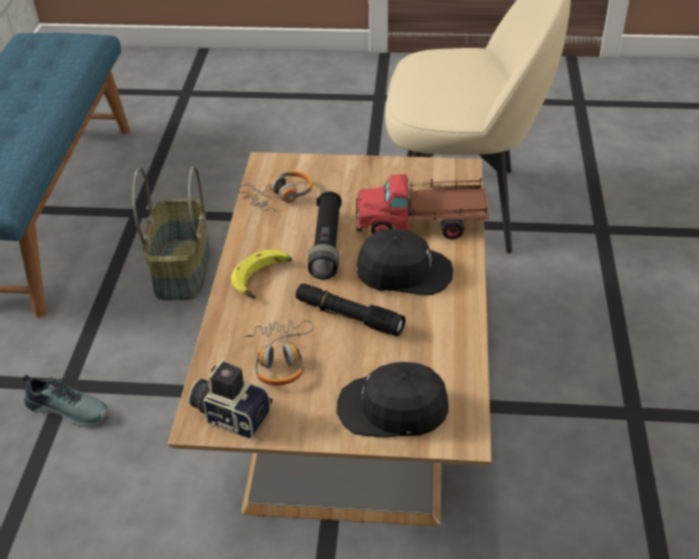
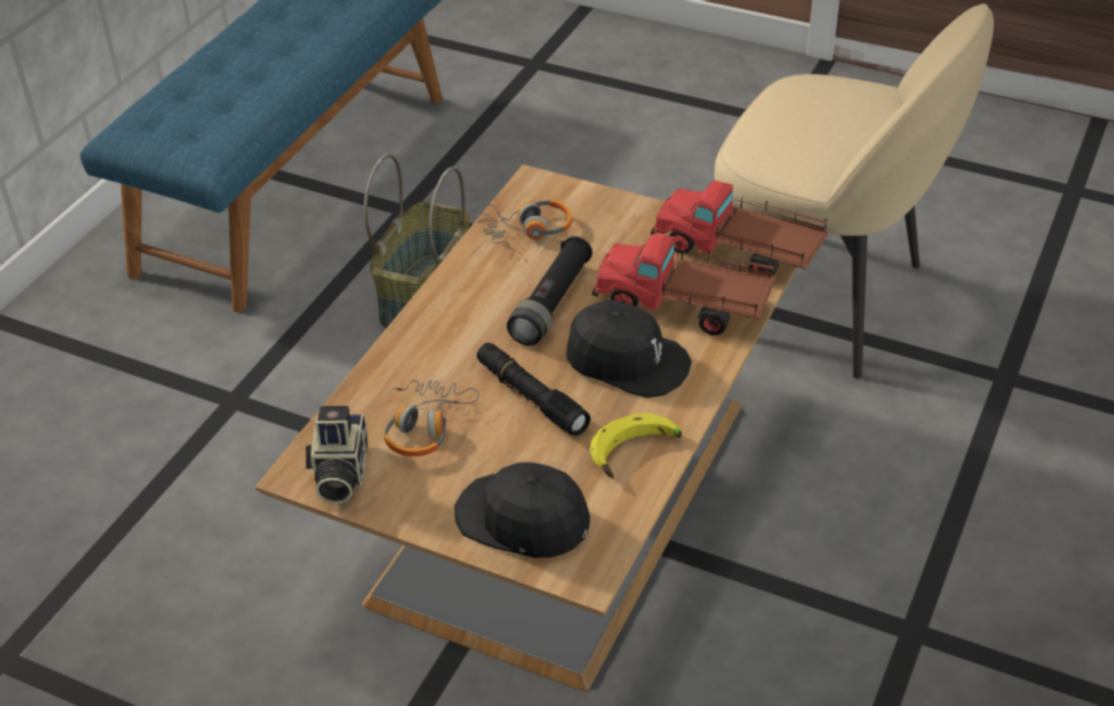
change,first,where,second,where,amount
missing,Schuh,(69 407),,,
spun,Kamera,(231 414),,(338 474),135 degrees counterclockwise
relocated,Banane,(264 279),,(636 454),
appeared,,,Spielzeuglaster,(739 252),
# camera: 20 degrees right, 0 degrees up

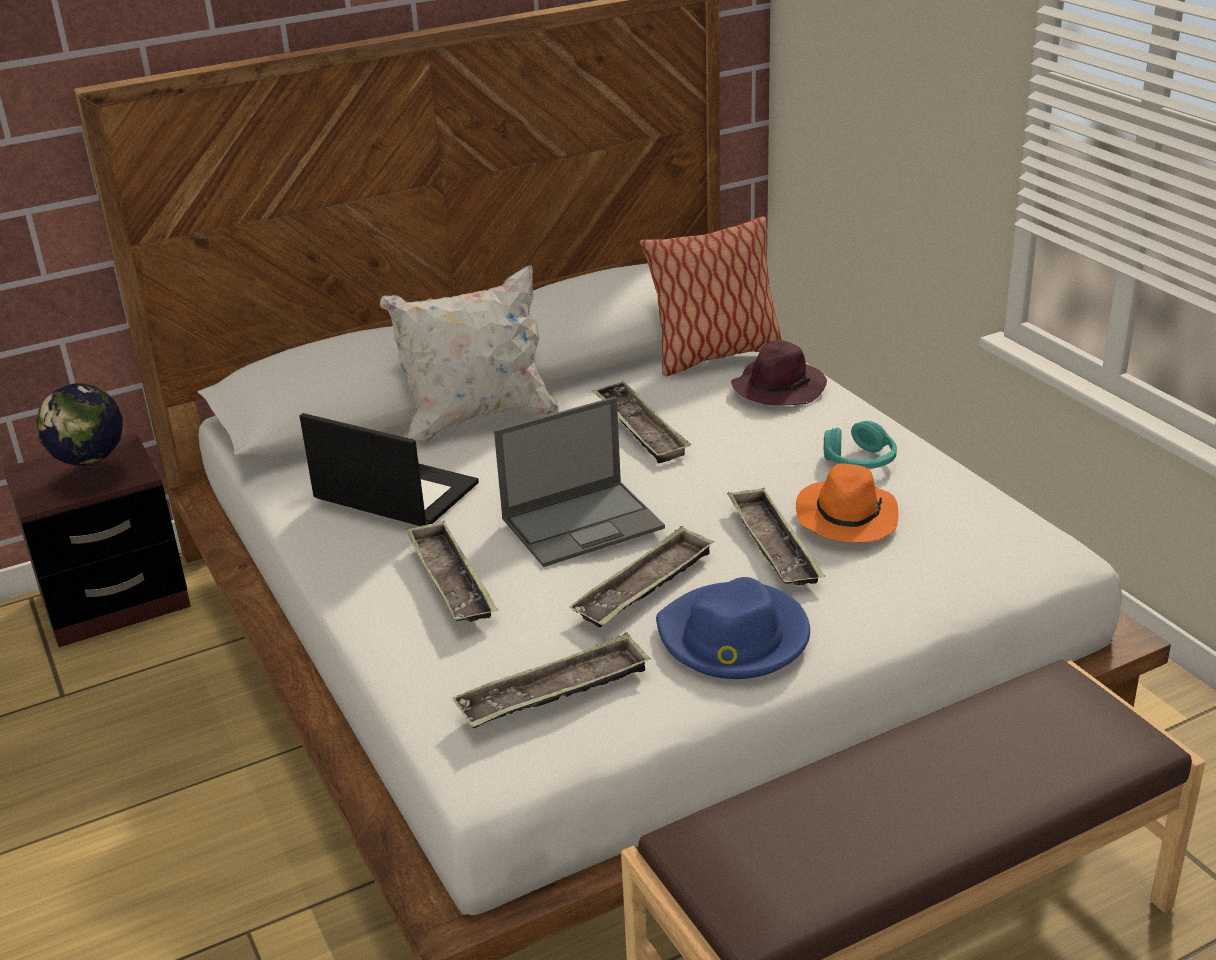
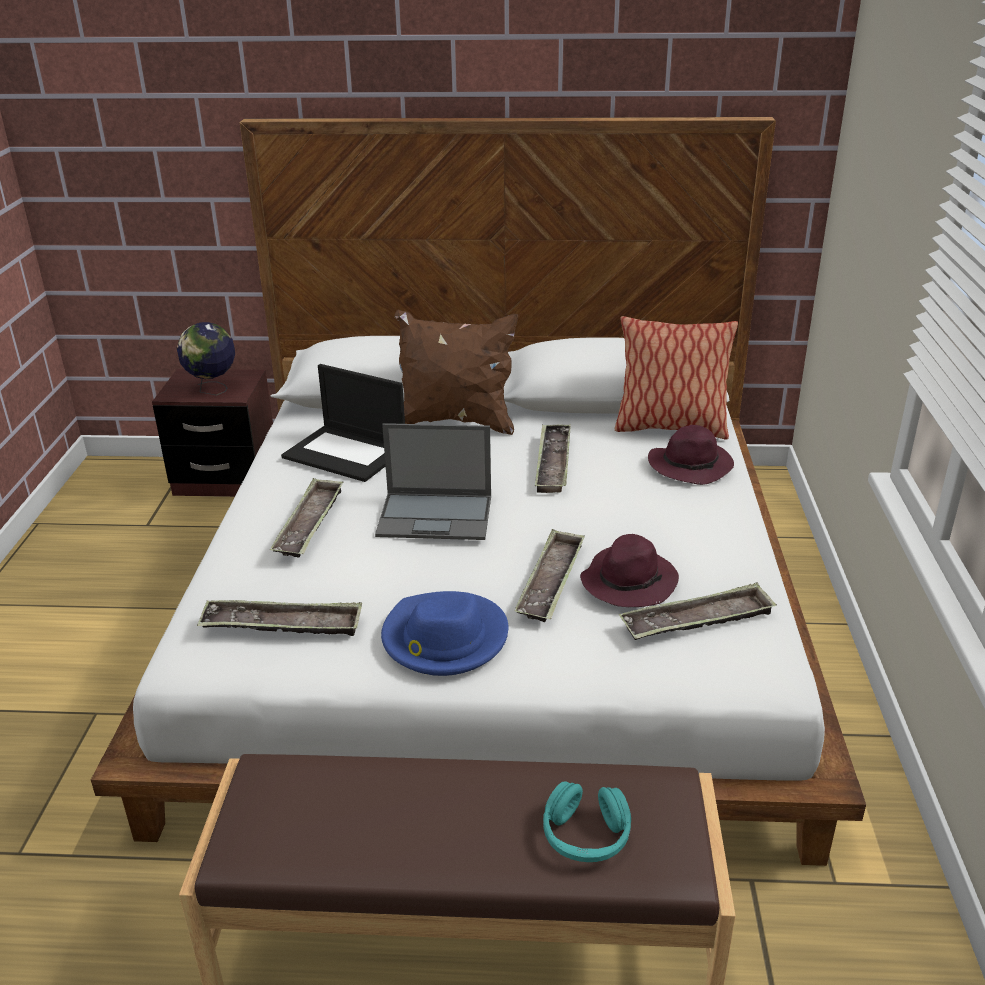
change,first,where,second,where,amount
spun,Laptop,(393 492),,(347 453),150 degrees clockwise
colour,Kissen (weiß),(477 419),Kissen (braun),(456 422),
relocated,Tablett,(644 586),,(697 620),
colour,Hut (orange),(846 517),Hut (lila),(629 581),
relocated,Kopfhörer (türkis),(860 461),,(586 836),
# camera: 30 degrees right, 0 degrees up

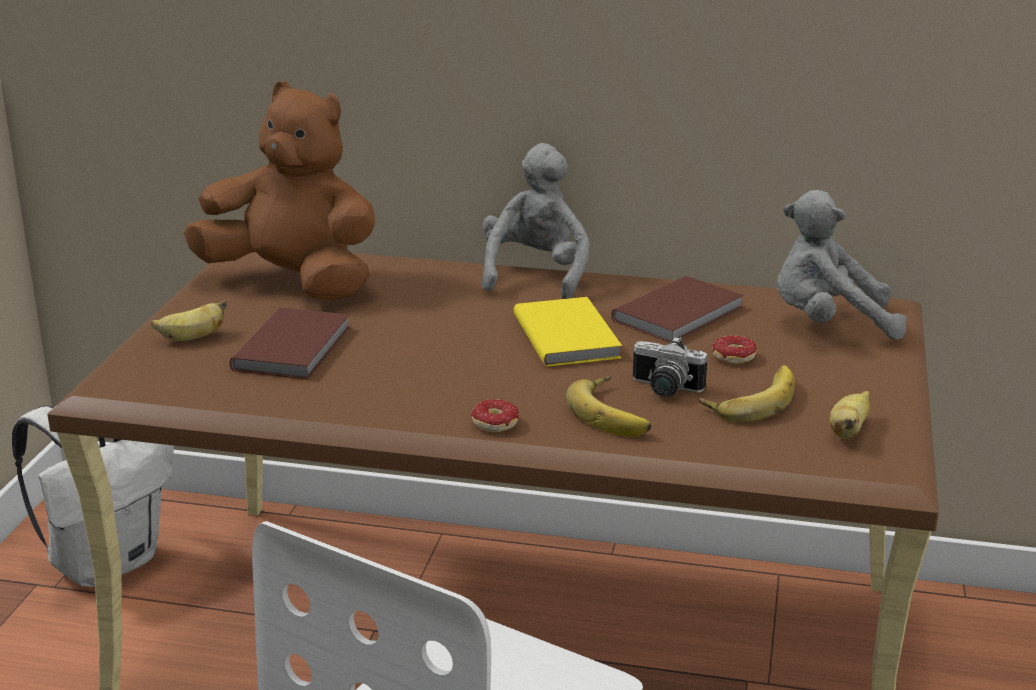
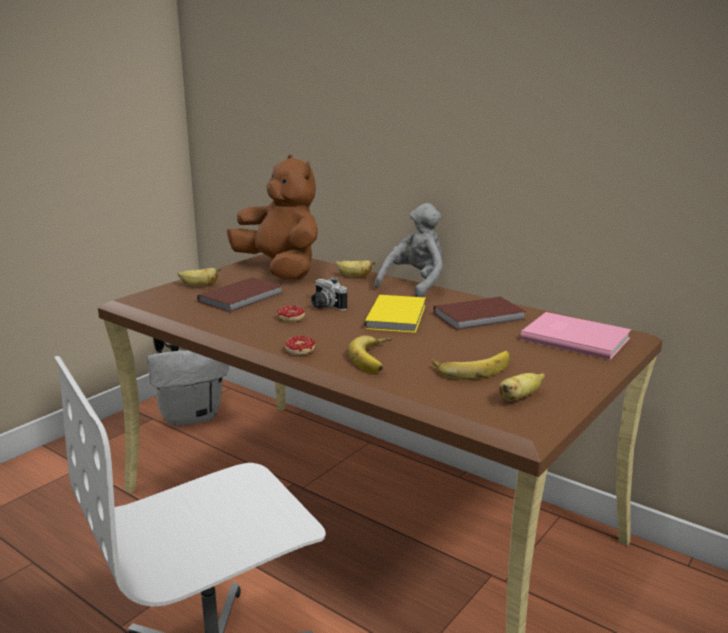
change,first,where,second,where,amount
relocated,Kamera,(664 390),,(324 306),
relocated,Donut,(736 361),,(289 320),
exchanged,Plüschtier (grau),(829 324),Buch (rosa),(574 338),
appeared,,,Banane,(354 276),
# camera: 25 degrees right, 5 degrees down

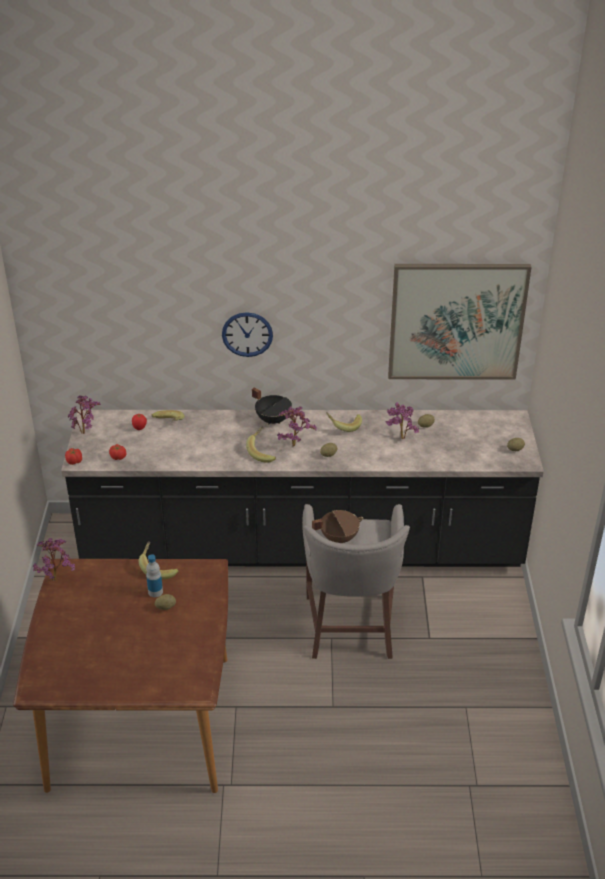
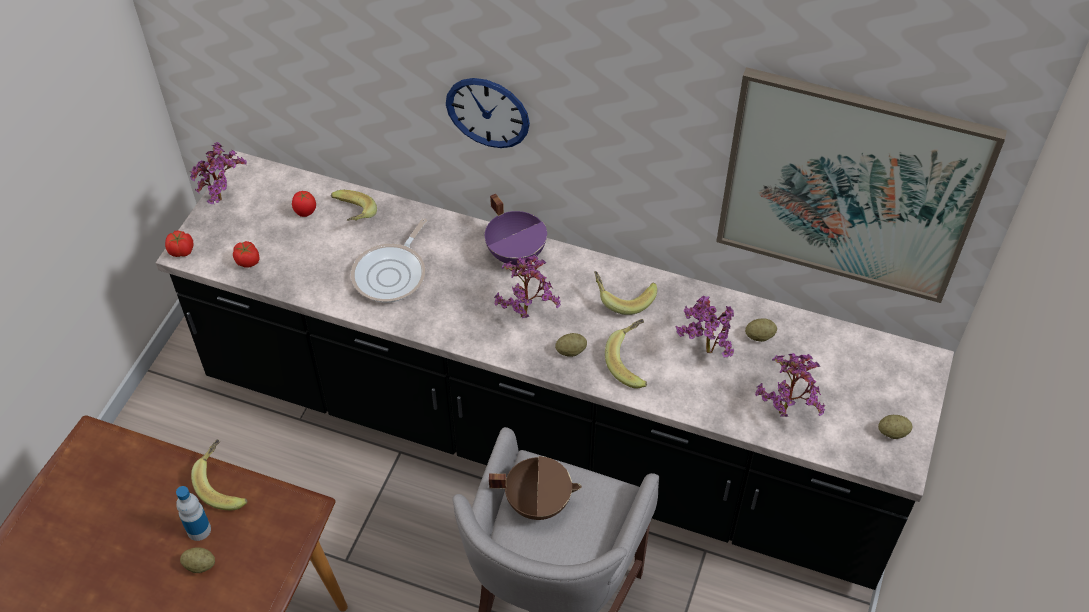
change,first,where,second,where,amount
relocated,Topfpflanze,(57 578),,(786 409),
relocated,Banane,(263 452),,(632 362),
colour,Kochtopf (schwarz),(273 420),Kochtopf (lila),(517 253),
appeared,,,Pfanne,(392 274),
# camera: 20 degrees right, 15 degrees up

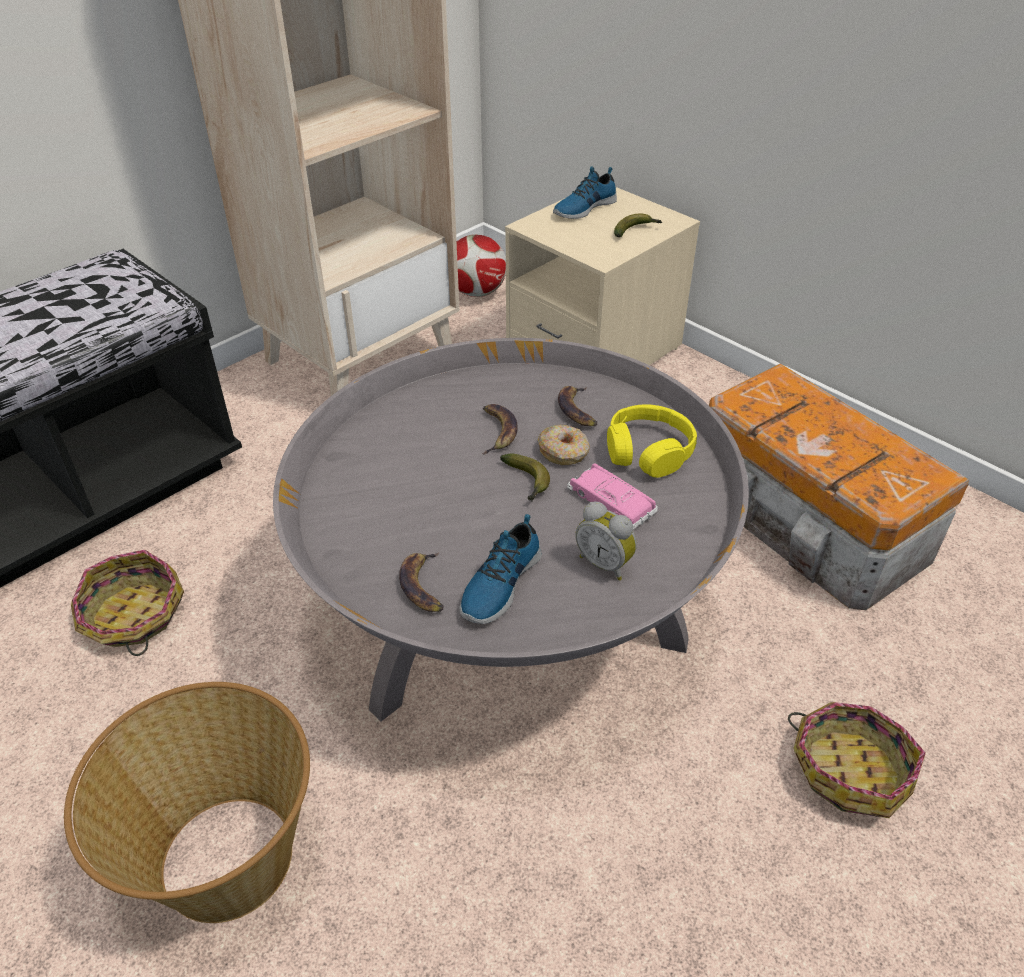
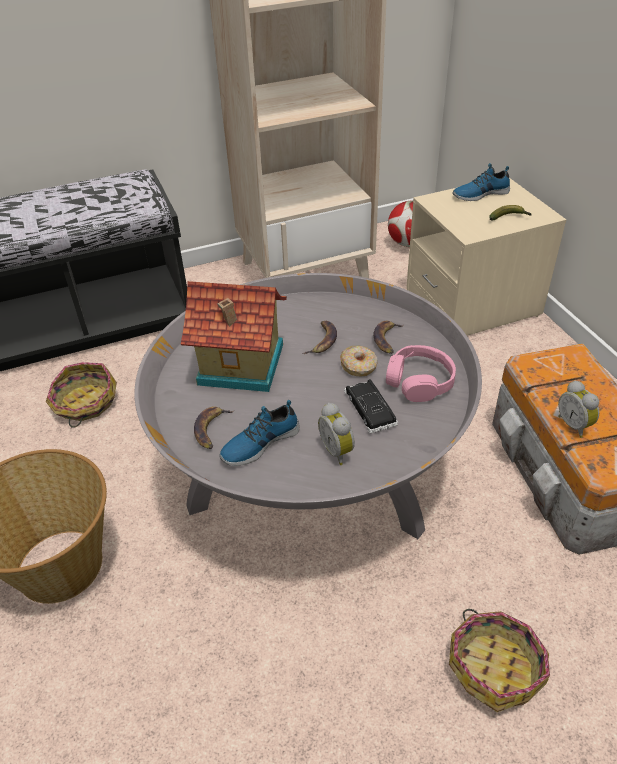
change,first,where,second,where,amount
missing,Banane,(527 483),,,
colour,Spielzeugauto (rosa),(611 501),Spielzeugauto (schwarz),(370 409),
colour,Kopfhörer (gelb),(648 451),Kopfhörer (rosa),(419 381),
appeared,,,Spielzeughaus,(241 366),
appeared,,,Wecker,(574 425),
# camera: 25 degrees right, 0 degrees up

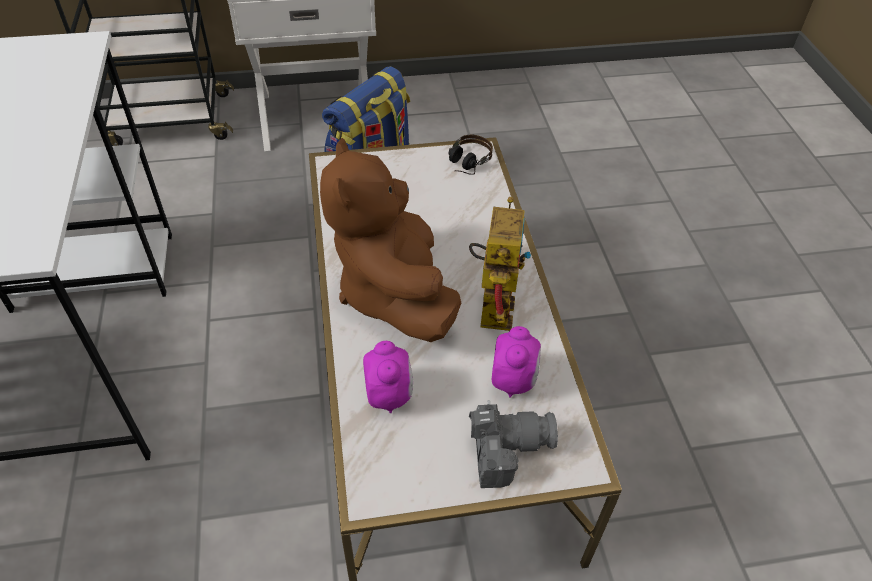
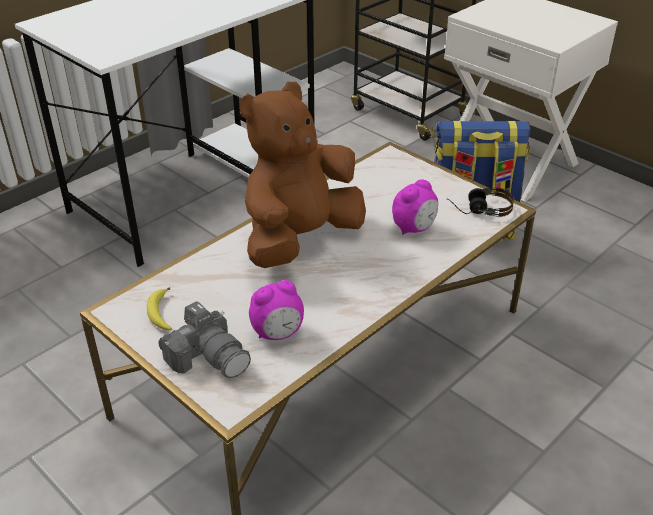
change,first,where,second,where,amount
relocated,Wecker,(389 395),,(414 228),
missing,Spielzeugroboter,(493 303),,,
appeared,,,Banane,(161 314),
# camera: 55 degrees right, 10 degrees down

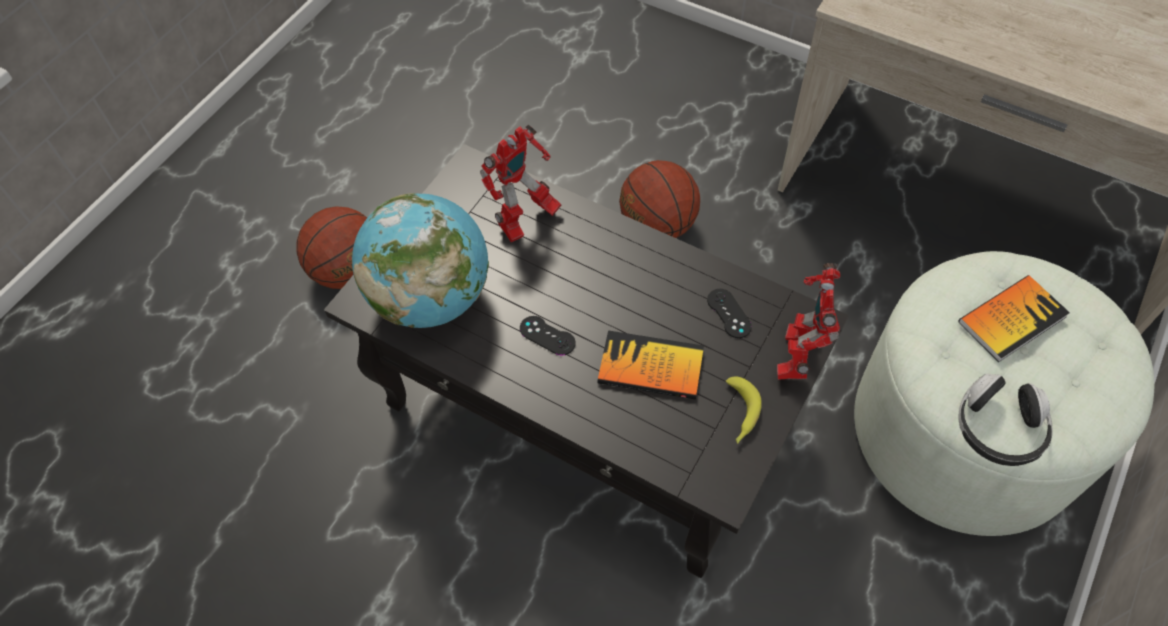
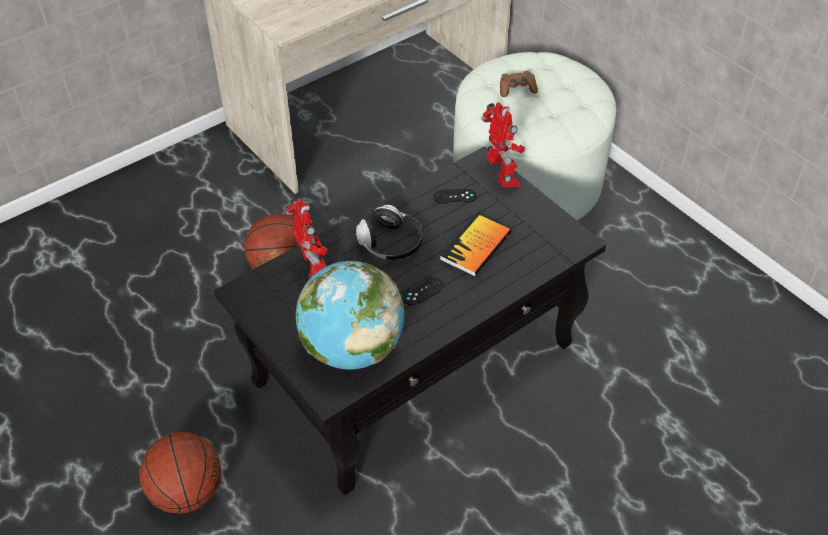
change,first,where,second,where,amount
missing,Banane,(739 414),,,
spun,Spielzeugroboter,(797 355),,(501 177),150 degrees counterclockwise
relocated,Kopfhörer,(998 429),,(391 243),
exchanged,Buch,(1012 319),Gamepad (braun),(517 89),
# camera: 70 degrees left, 10 degrees down

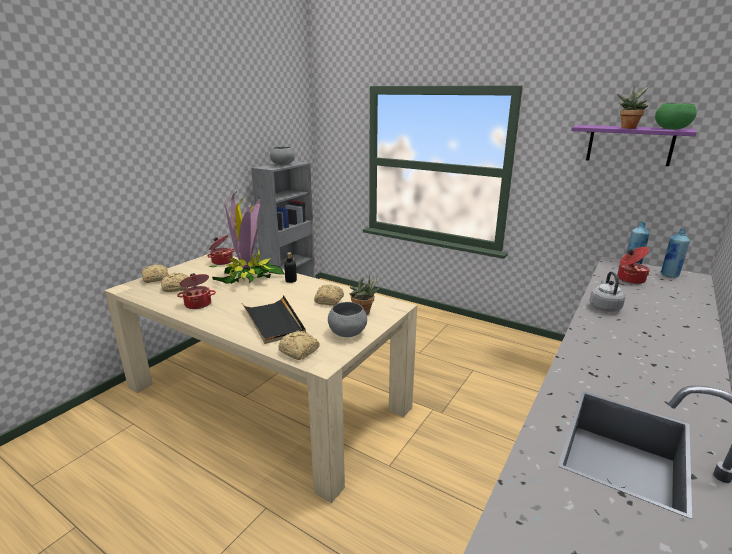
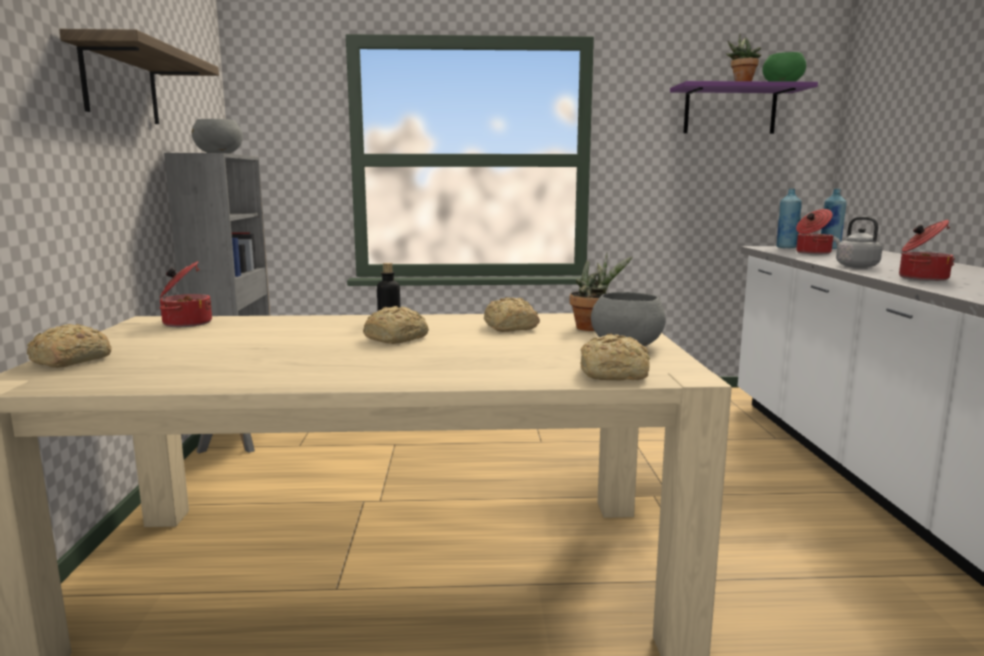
change,first,where,second,where,amount
relocated,Brot,(177 288),,(397 338),
relocated,Kochtopf,(198 304),,(921 278),
missing,Topfpflanze,(248 278),,,
missing,Tablett (schwarz),(274 322),,,
appeared,,,Wandregal,(120 84),
# camera: 35 degrees left, 10 degrees down

